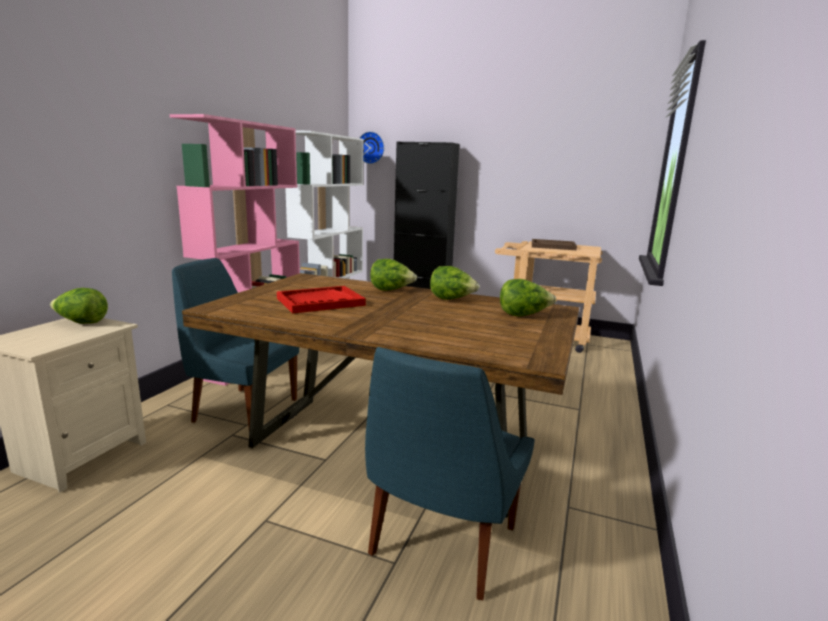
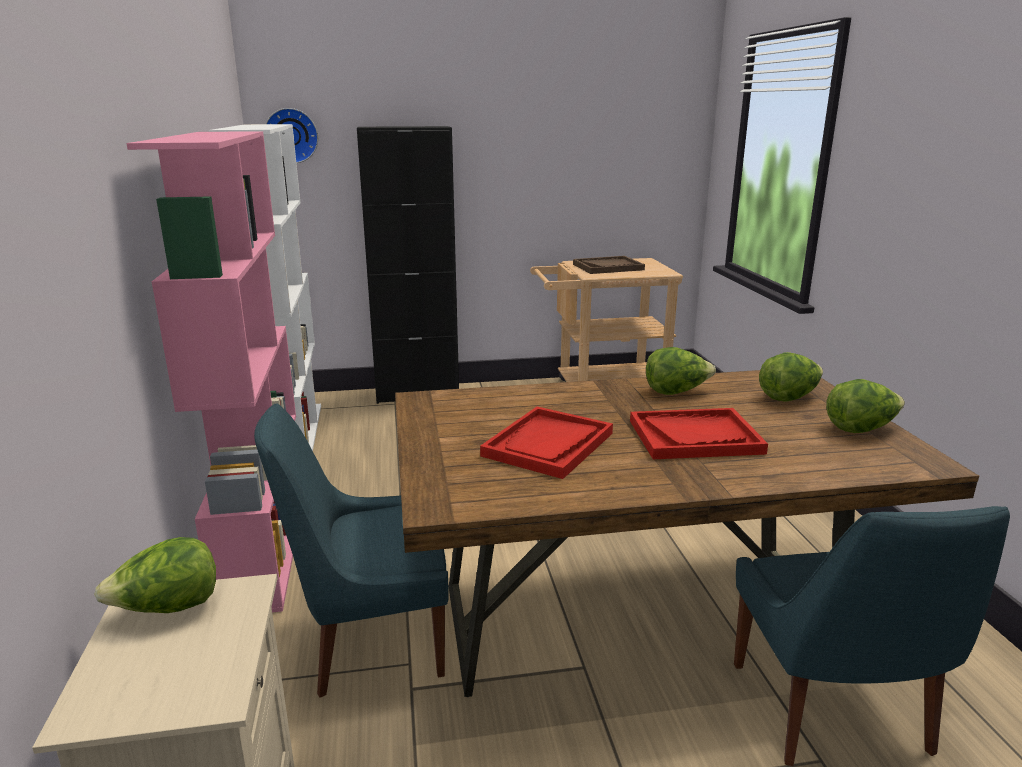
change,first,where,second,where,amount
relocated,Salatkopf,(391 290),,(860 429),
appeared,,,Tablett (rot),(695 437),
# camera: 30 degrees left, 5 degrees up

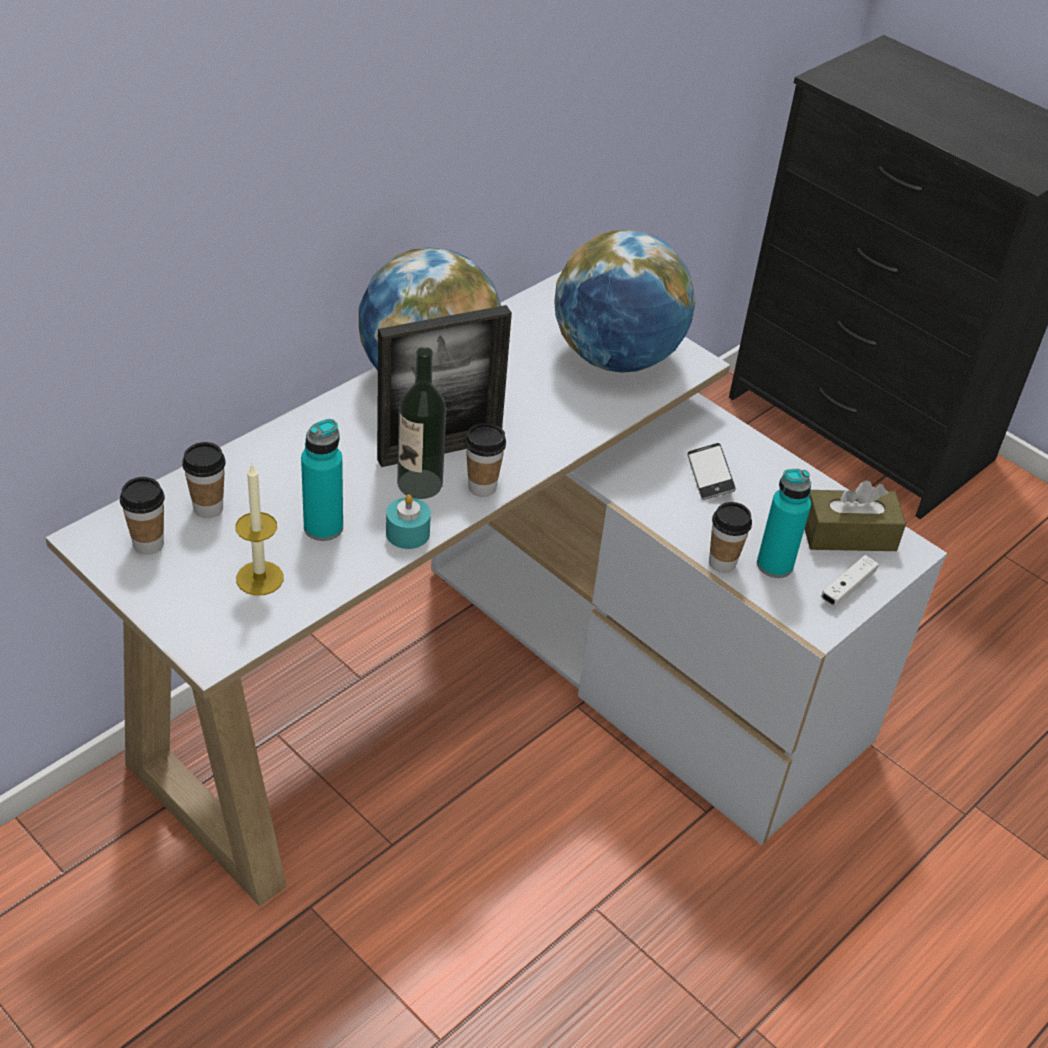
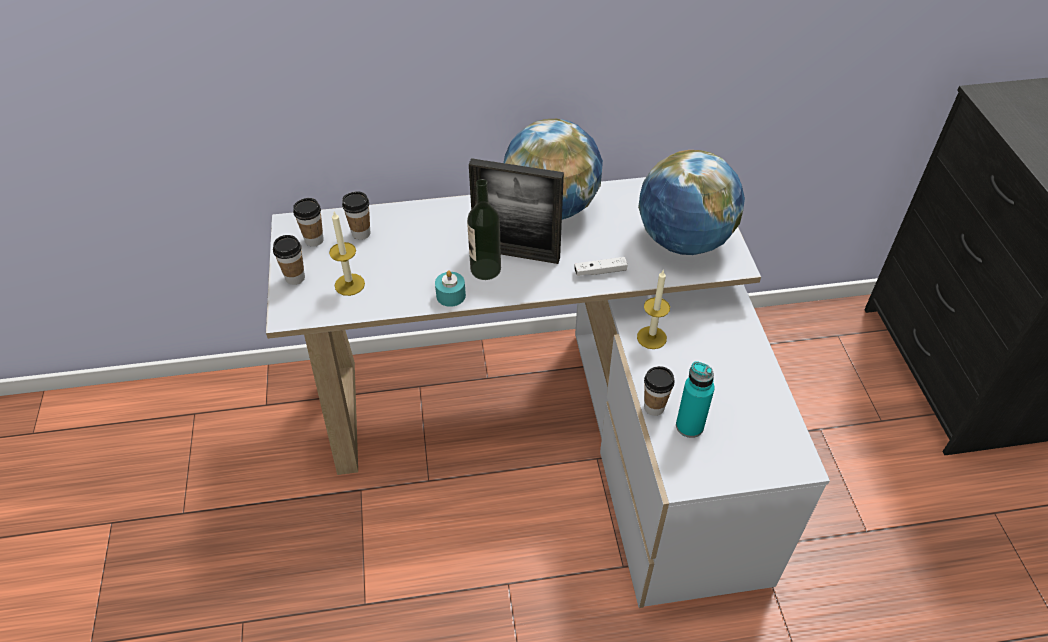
change,first,where,second,where,amount
missing,Flasche (türkis),(323 527),,,
relocated,Tasse,(482 487),,(295 278),
missing,Handy,(710 476),,,
missing,Taschentuchbox (braun),(848 534),,,
relocated,Gamepad (weiß),(847 587),,(600 271),
appeared,,,Kerze,(651 337),
# camera: 40 degrees right, 5 degrees up

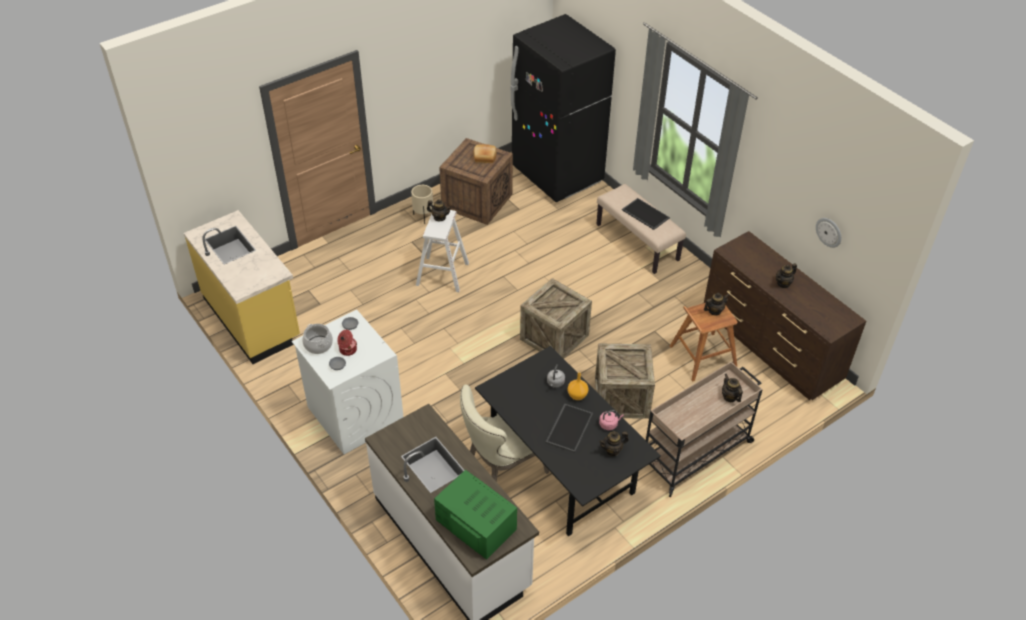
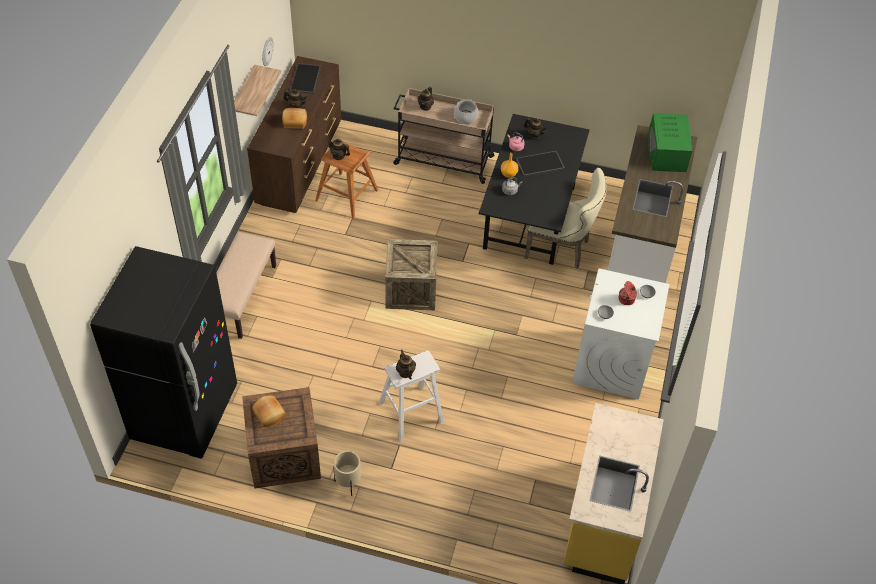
change,first,where,second,where,amount
relocated,Kochtopf,(318 345),,(466 117),
missing,Kiste,(621 397),,,
relocated,Tablett,(644 214),,(306 79),
appeared,,,Wandregal,(243 95),
appeared,,,Brot,(295 121),
# camera: 130 degrees left, 5 degrees up

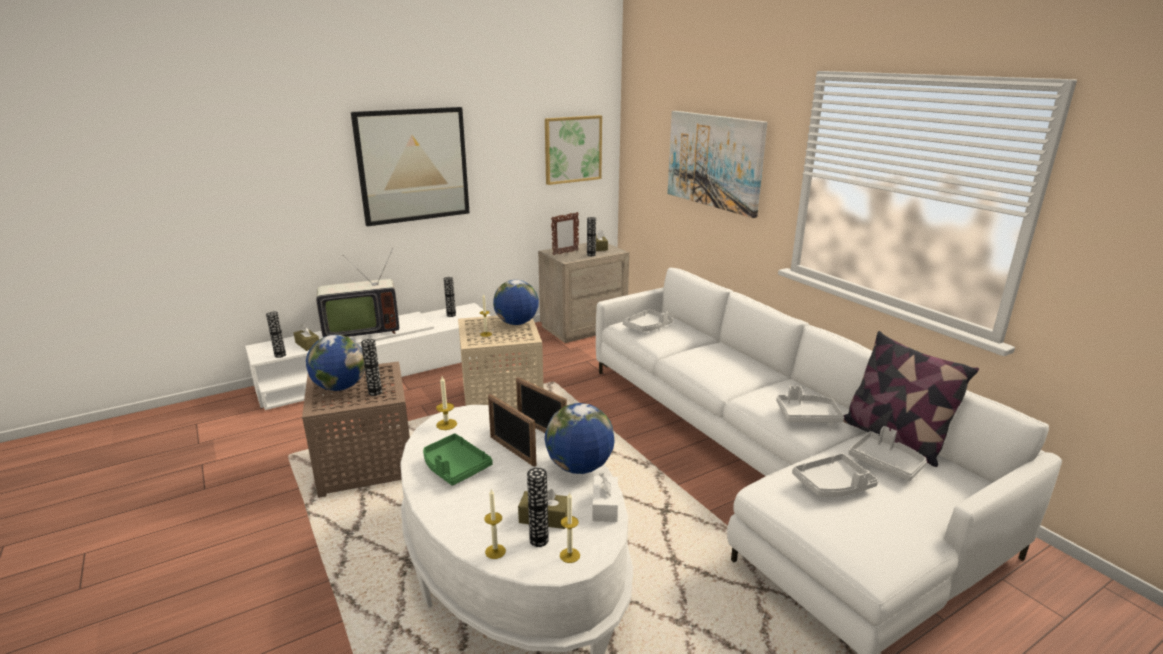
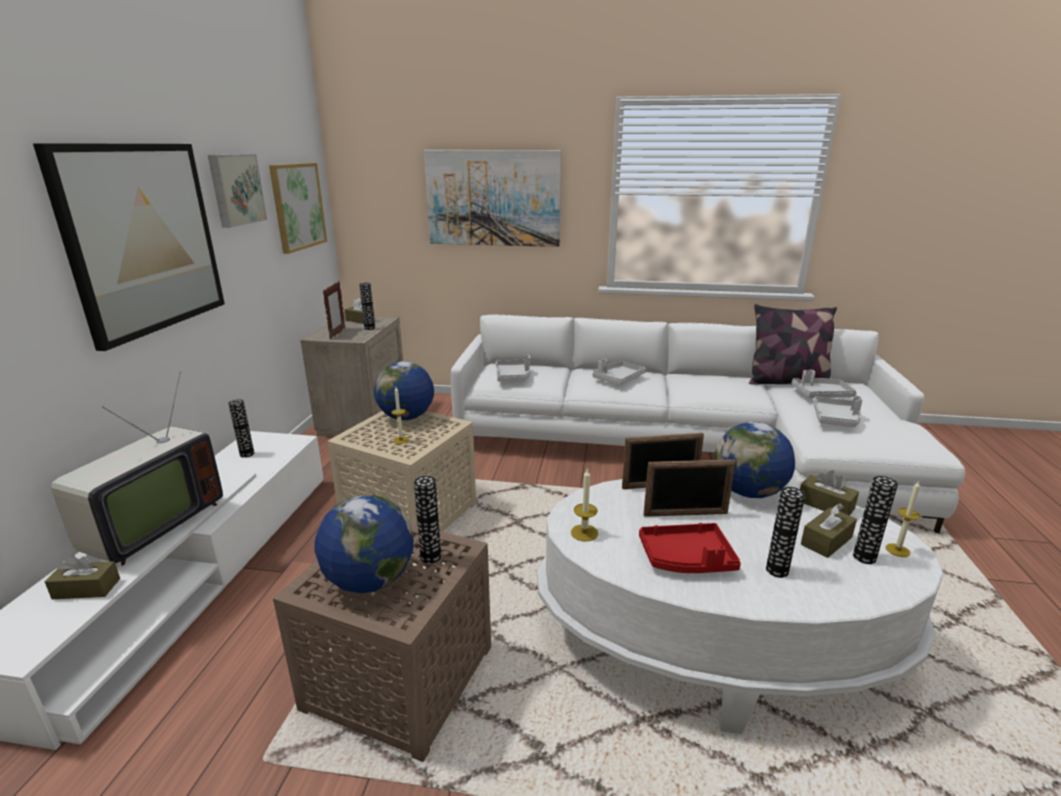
change,first,where,second,where,amount
relocated,Vase,(280 355),,(777 570),
colour,Tablett (grün),(454 467),Tablett (rot),(687 559),
missing,Kerze,(495 551),,,
colour,Taschentuchbox (weiß),(605 506),Taschentuchbox (braun),(825 505),
relocated,Tablett (grau),(807 416),,(618 379),
appeared,,,Bild,(235 189),
# camera: 50 degrees left, 0 degrees up

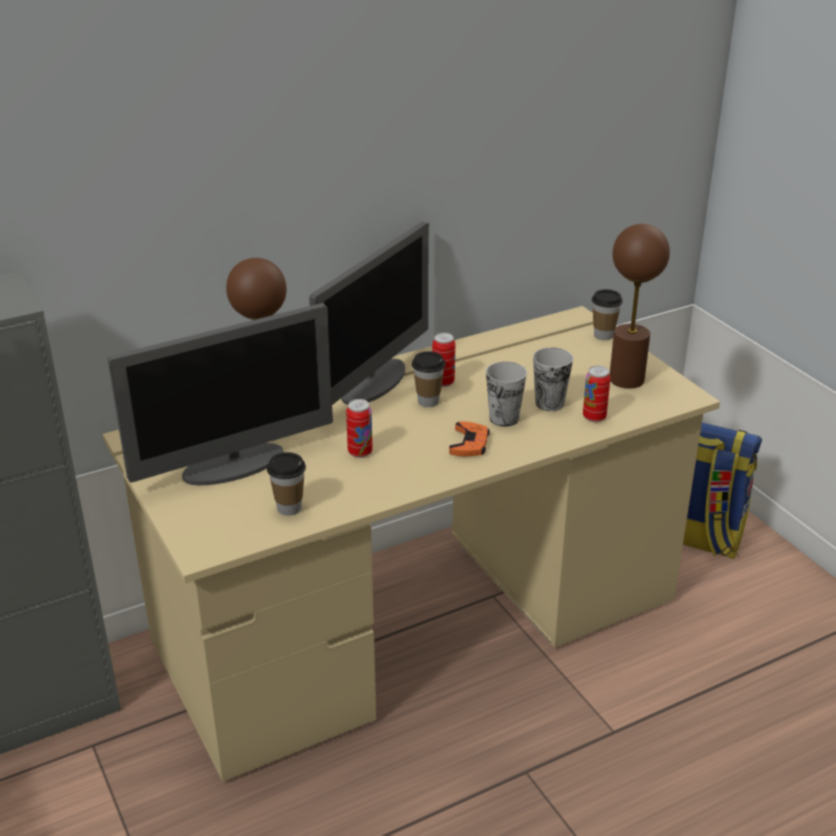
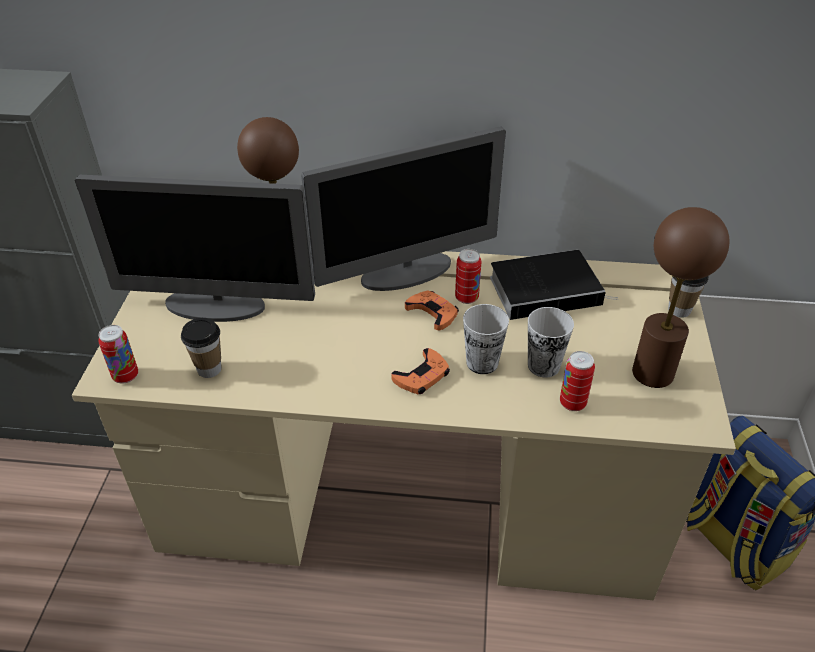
change,first,where,second,where,amount
relocated,Dose,(360 452),,(125 376),
exchanged,Tasse,(428 401),Gamepad (orange),(432 312),
appeared,,,Buch,(547 289),
# camera: 35 degrees right, 10 degrees up

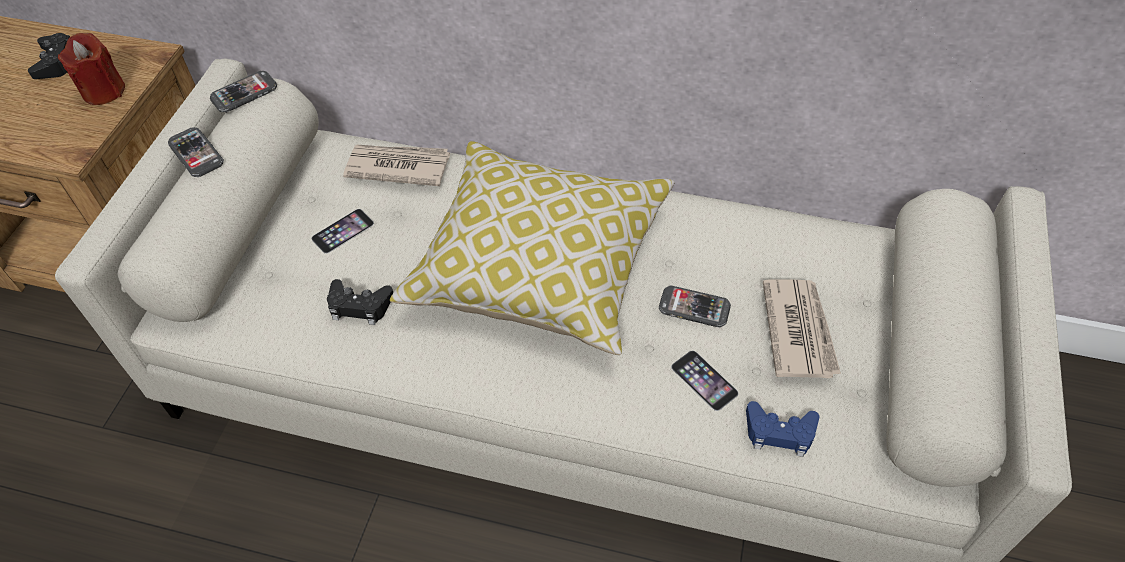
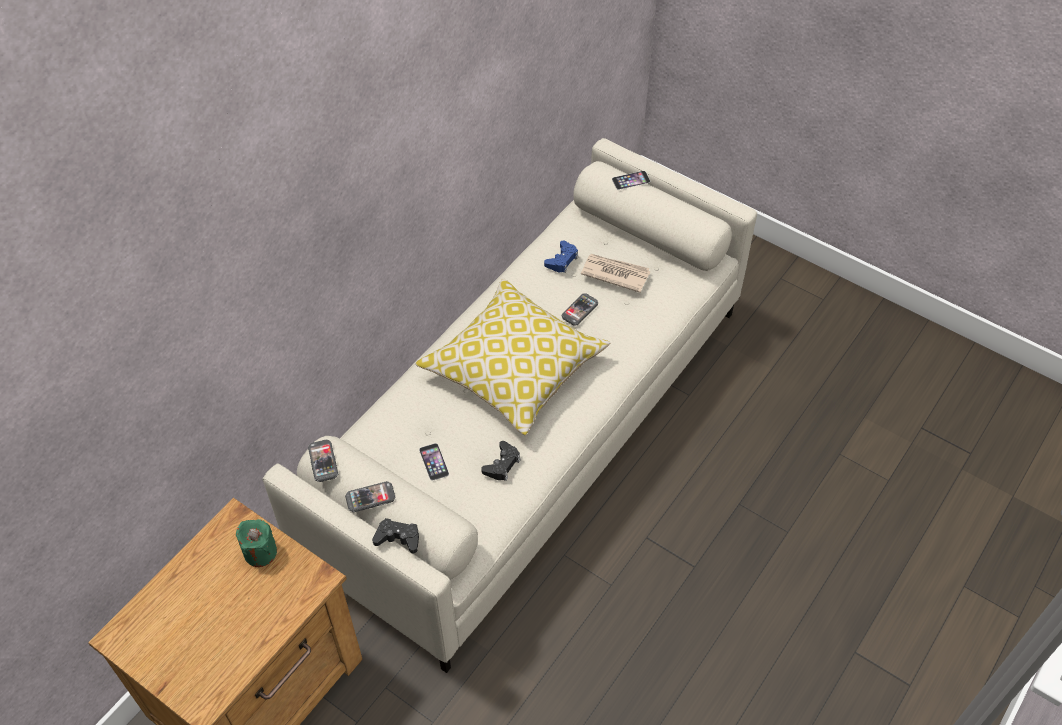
change,first,where,second,where,amount
relocated,Gamepad (schwarz),(56 62),,(398 538),
colour,Kerze (rot),(103 91),Kerze (grün),(260 552),
missing,Zeitung,(397 166),,,
relocated,Handy,(704 380),,(631 180),
relocated,Gamepad (blau),(779 432),,(562 260),
# camera: 70 degrees left, 0 degrees up

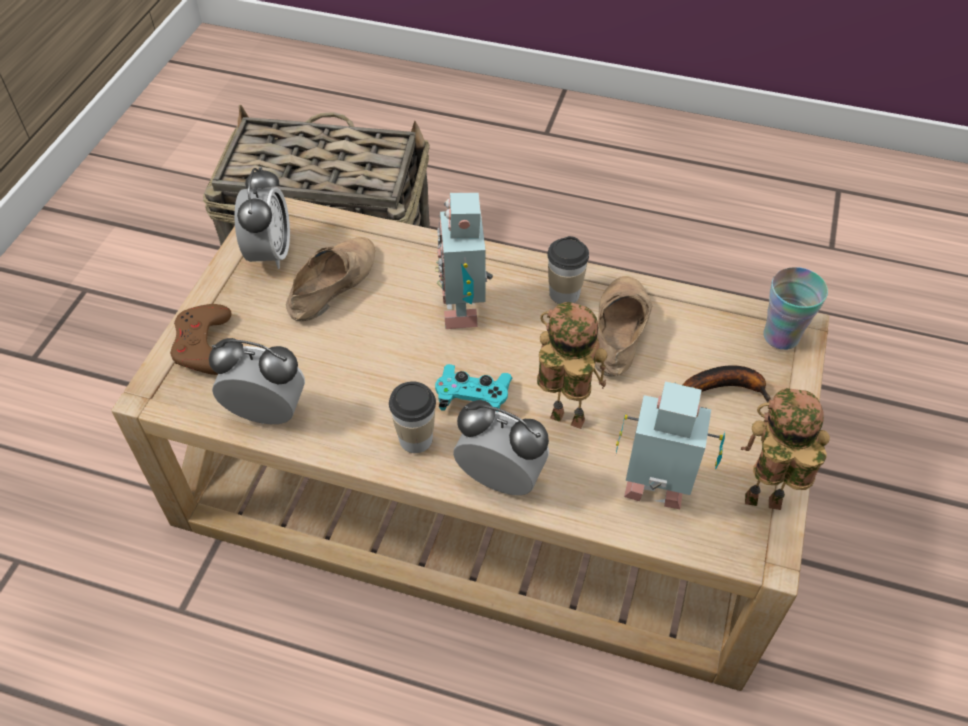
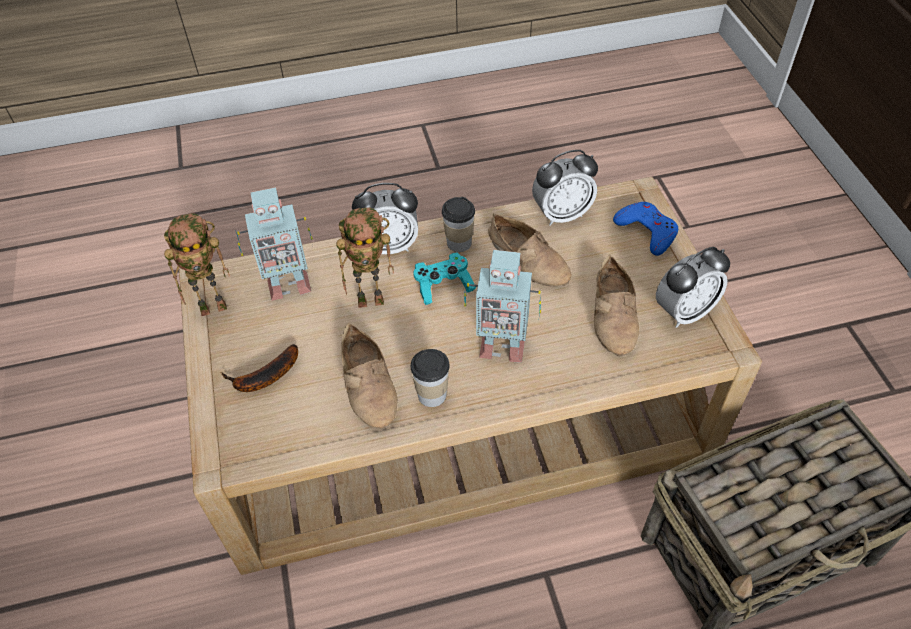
change,first,where,second,where,amount
colour,Gamepad (braun),(203 345),Gamepad (blau),(647 231),
spun,Wecker,(270 253),,(684 312),90 degrees counterclockwise
spun,Spielzeugroboter,(464 309),,(500 345),135 degrees clockwise
missing,Tasse,(781 336),,,
appeared,,,Schuh (beige),(529 258),
# camera: 150 degrees right, 0 degrees up

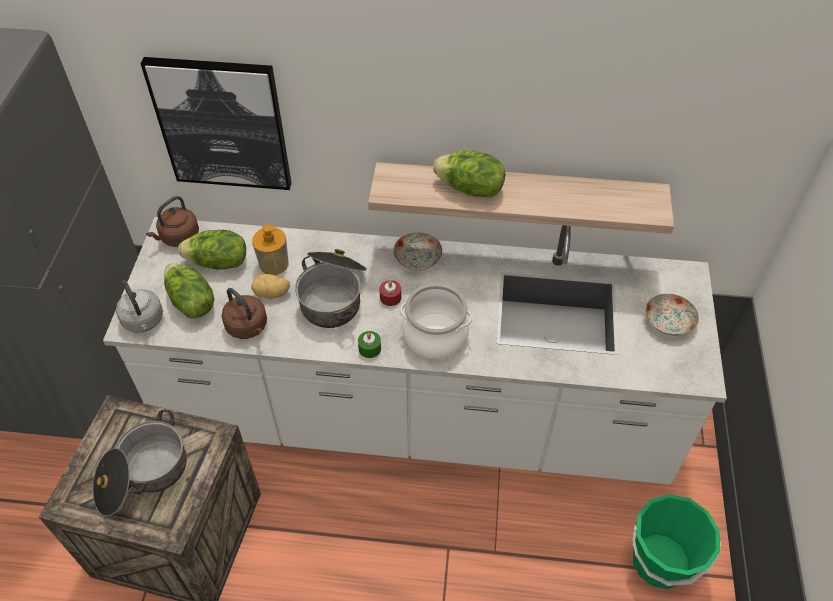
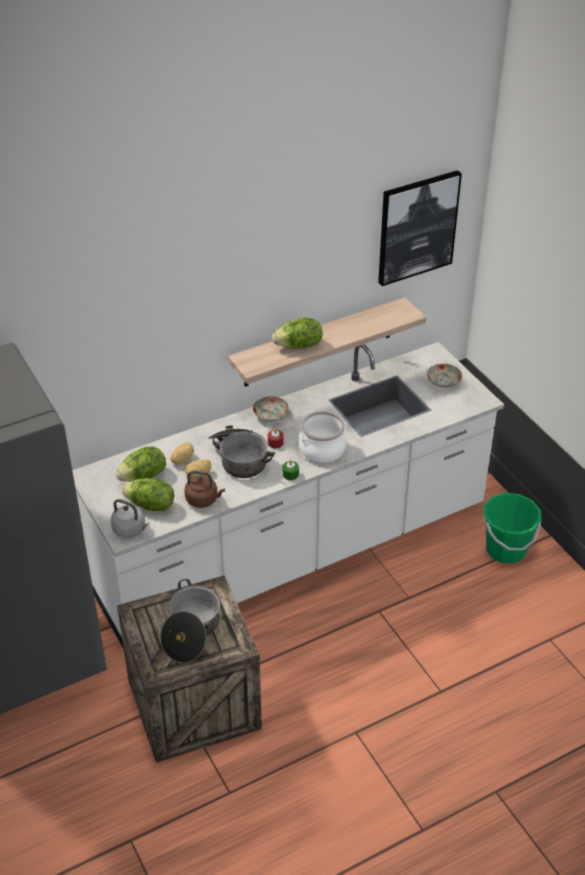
change,first,where,second,where,amount
relocated,Bild,(222 124),,(417 227),
missing,Wasserkessel (braun),(178 237),,,
exchanged,Seifenspender,(274 264),Kartoffel,(182 459),
# camera: 35 degrees left, 10 degrees down

